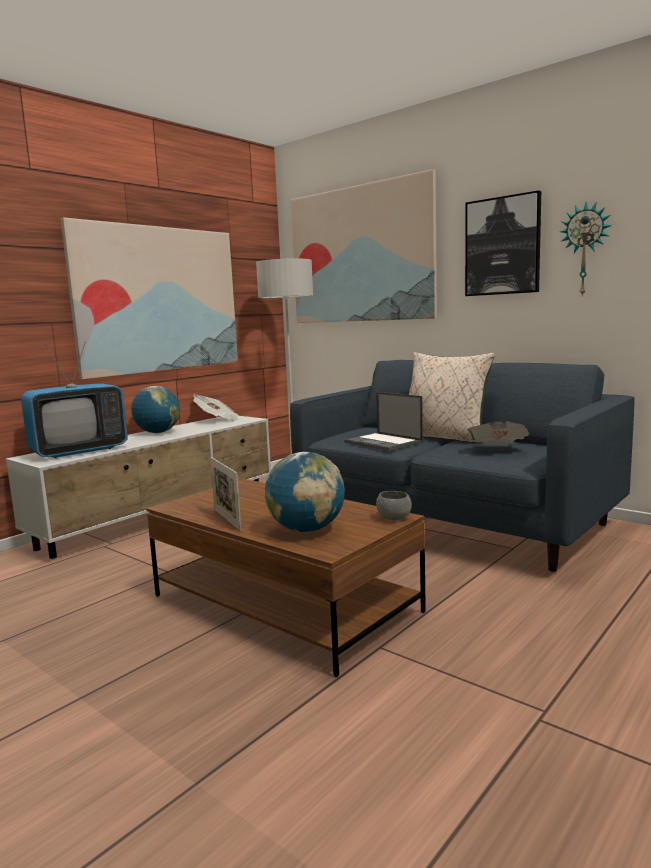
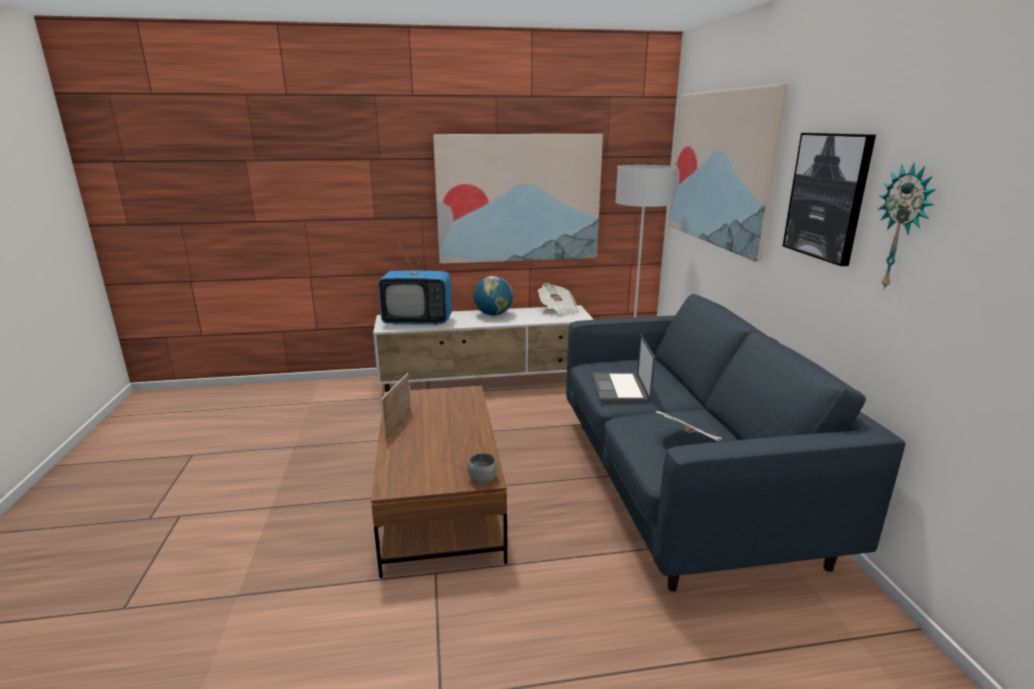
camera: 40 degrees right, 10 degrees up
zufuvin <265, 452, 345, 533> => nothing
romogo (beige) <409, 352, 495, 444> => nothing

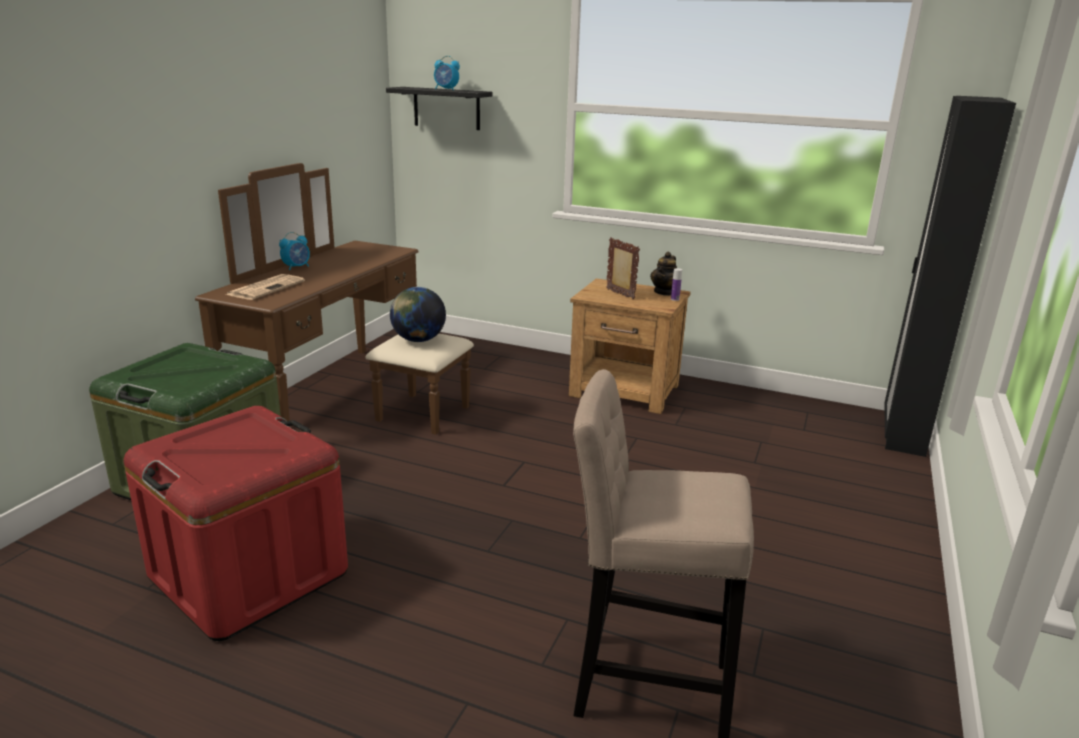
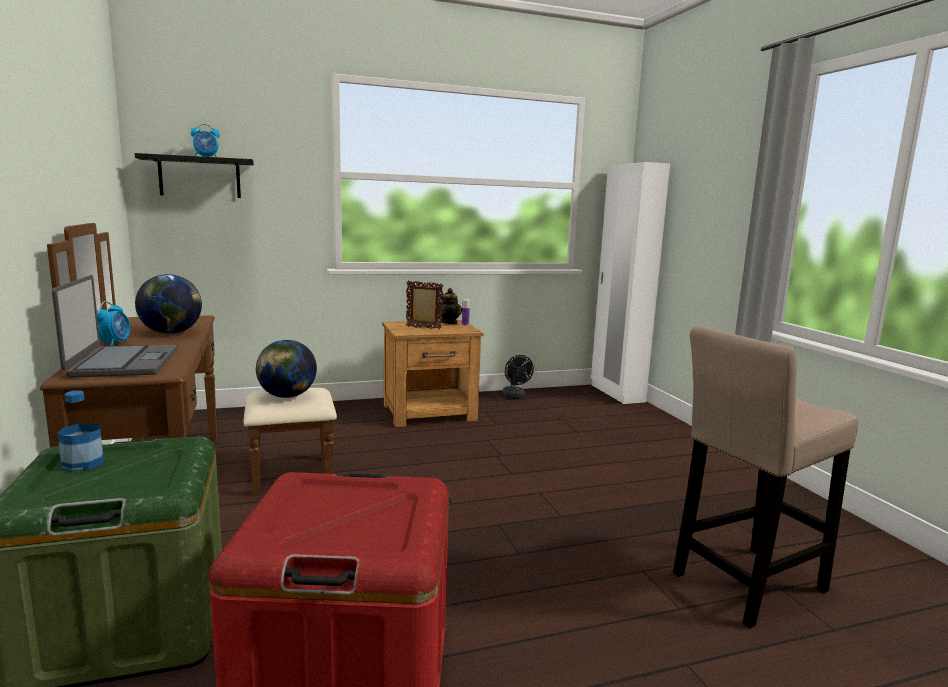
camera: 40 degrees left, 10 degrees down
nothing => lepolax <57, 391, 104, 472>
nothing => zufuvin <135, 274, 202, 334>
nothing => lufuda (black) <502, 355, 534, 398>
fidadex <225, 274, 305, 300> => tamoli <52, 275, 177, 378>
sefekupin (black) <885, 96, 1016, 457> => sefekupin (white) <591, 162, 670, 404>

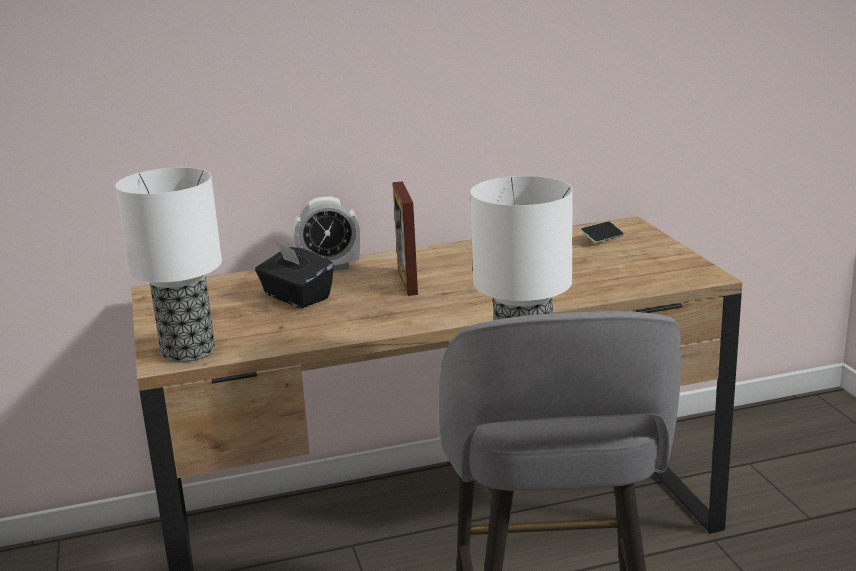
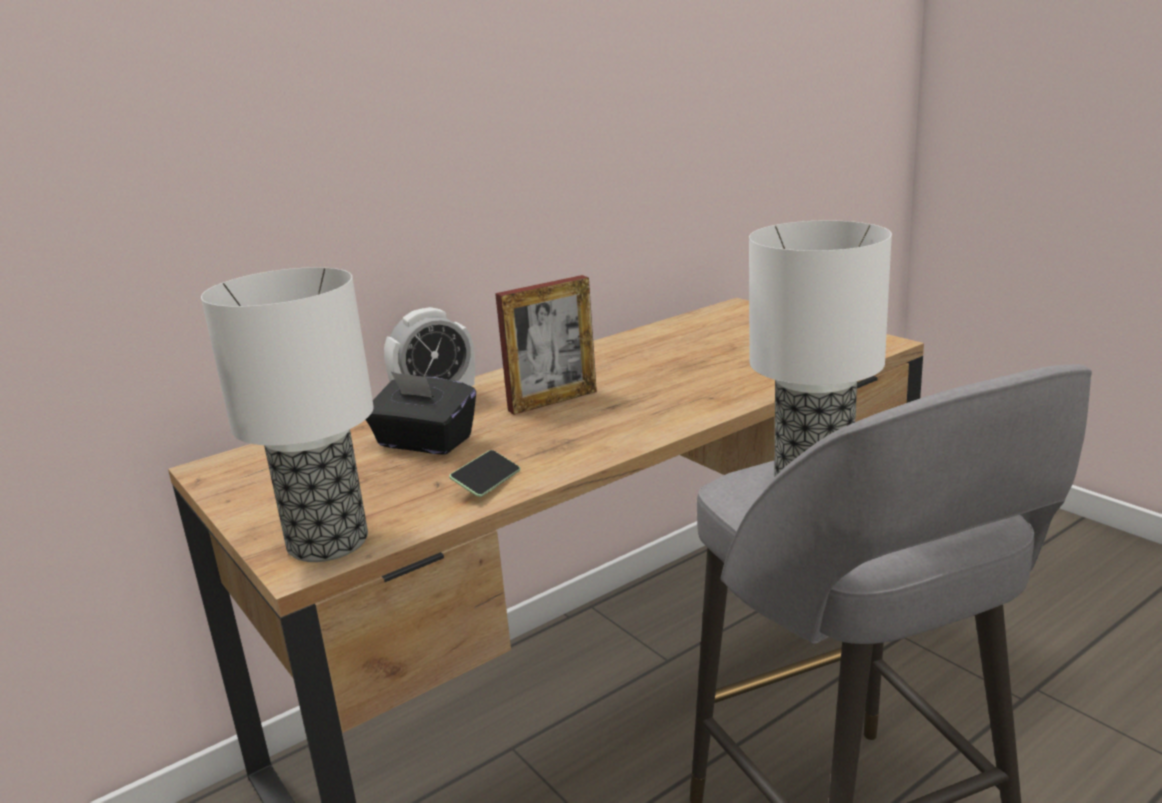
camera: 20 degrees left, 0 degrees up
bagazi <580, 221, 624, 243> => bagazi <449, 450, 521, 497>, moved
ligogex <393, 181, 418, 296> => ligogex <495, 275, 597, 415>, 90 degrees counterclockwise

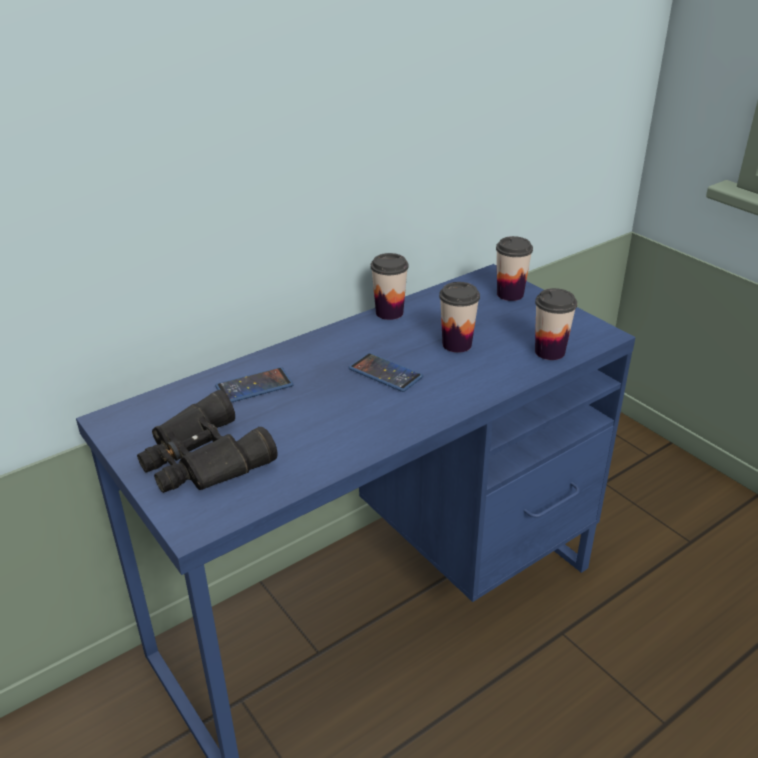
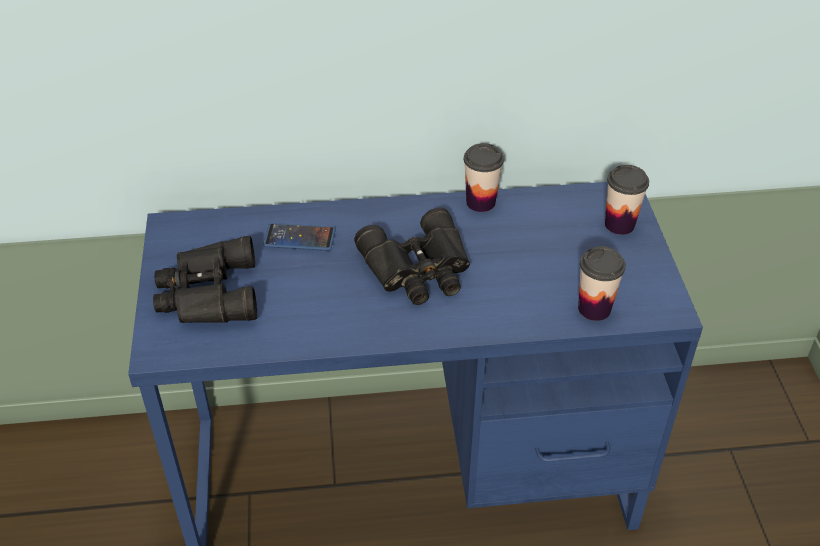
camera: 30 degrees right, 10 degrees up
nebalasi <439, 282, 480, 353> => nothing
bagazi <348, 353, 423, 392> => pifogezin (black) <354, 207, 470, 305>

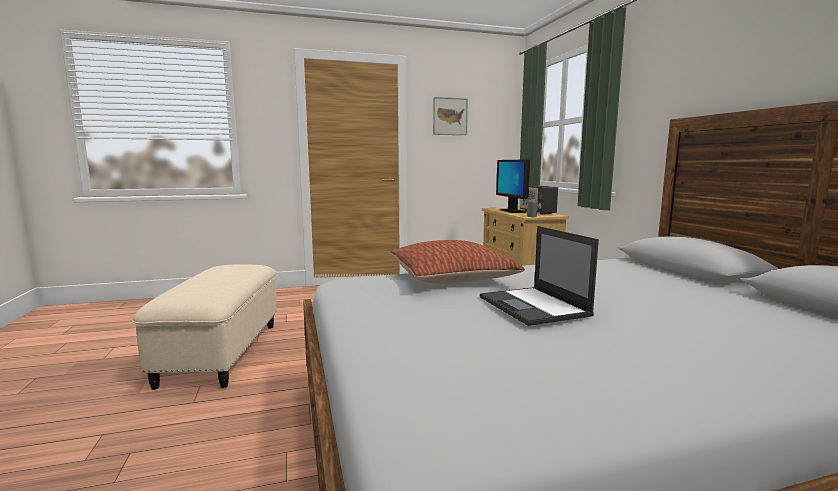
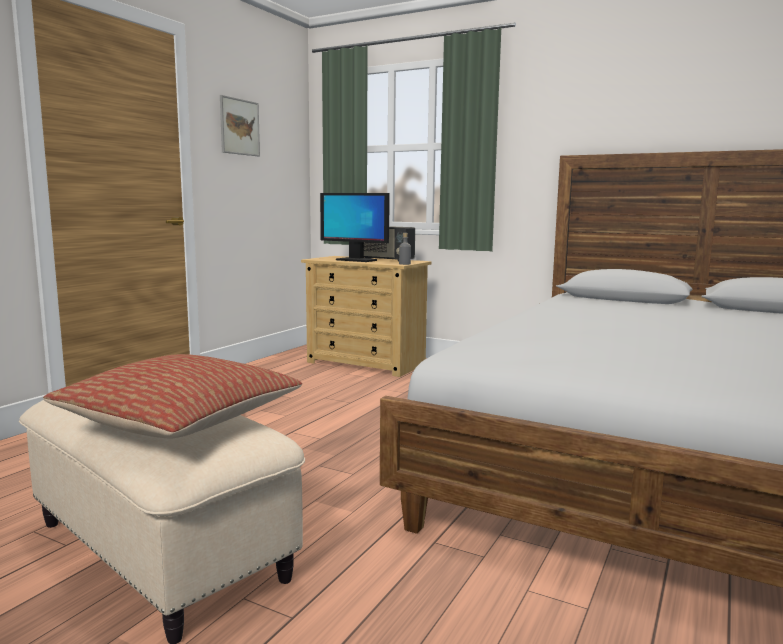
camera: 45 degrees left, 0 degrees up
tamoli <480, 226, 599, 326> => nothing
romogo <390, 240, 525, 284> => romogo <43, 354, 302, 439>, moved

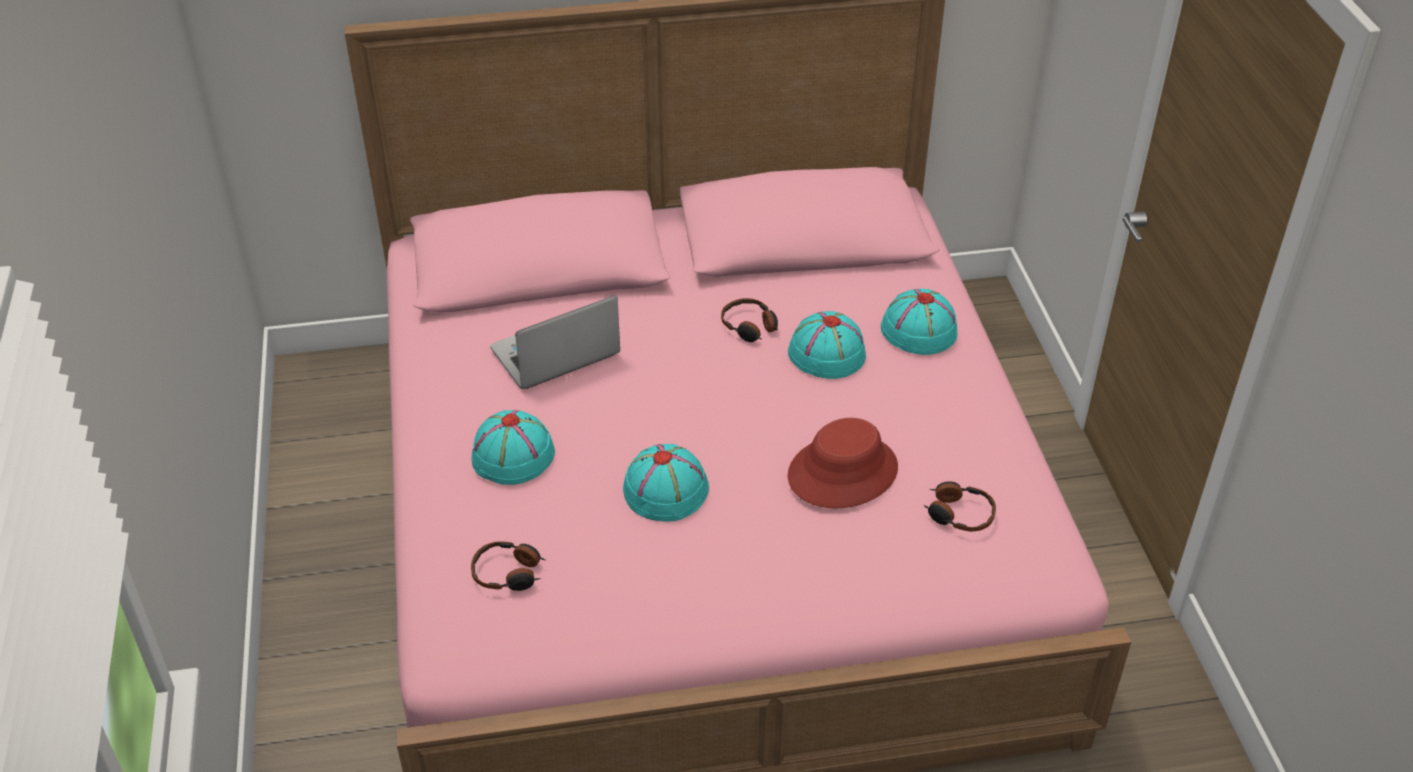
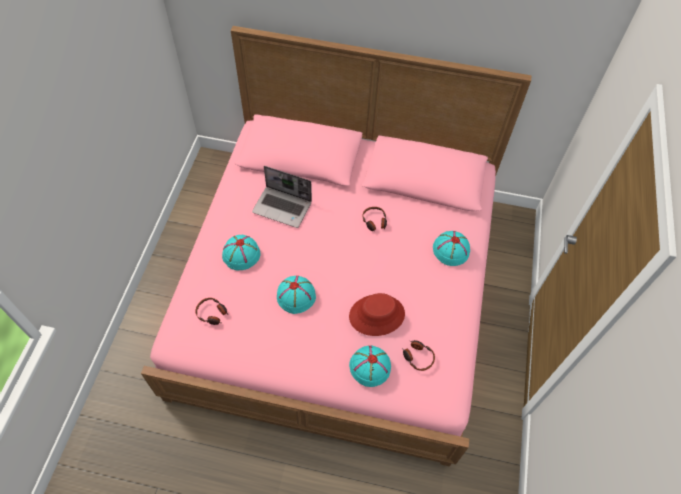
camera: 20 degrees right, 15 degrees up
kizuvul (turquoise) <788, 311, 866, 379> => kizuvul (turquoise) <349, 346, 391, 387>, moved
tamoli <490, 296, 620, 389> => tamoli <252, 166, 312, 228>, 150 degrees counterclockwise

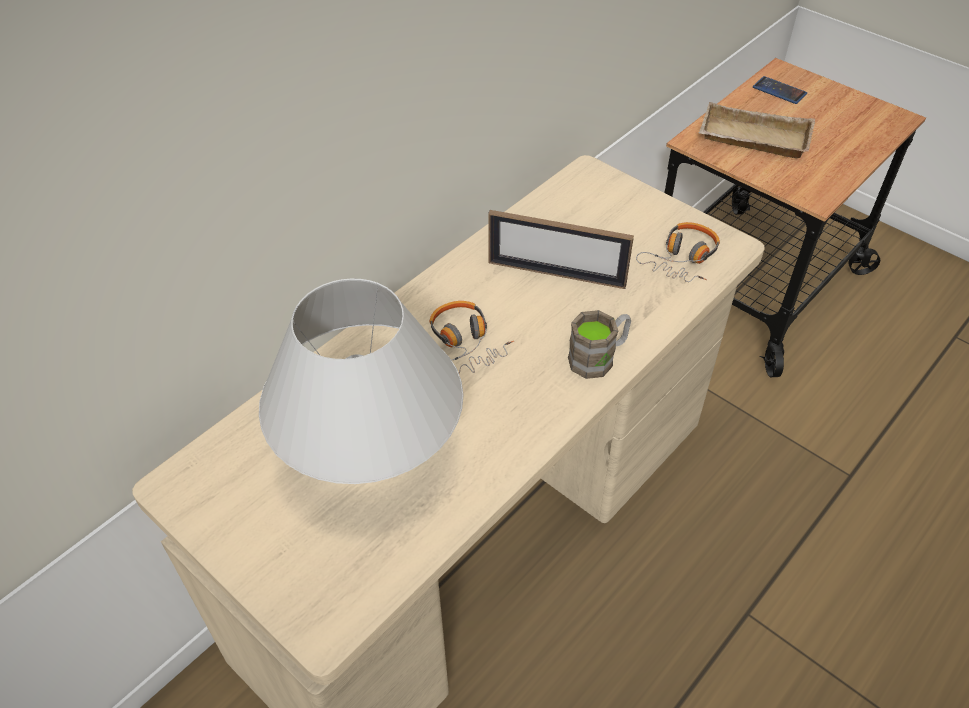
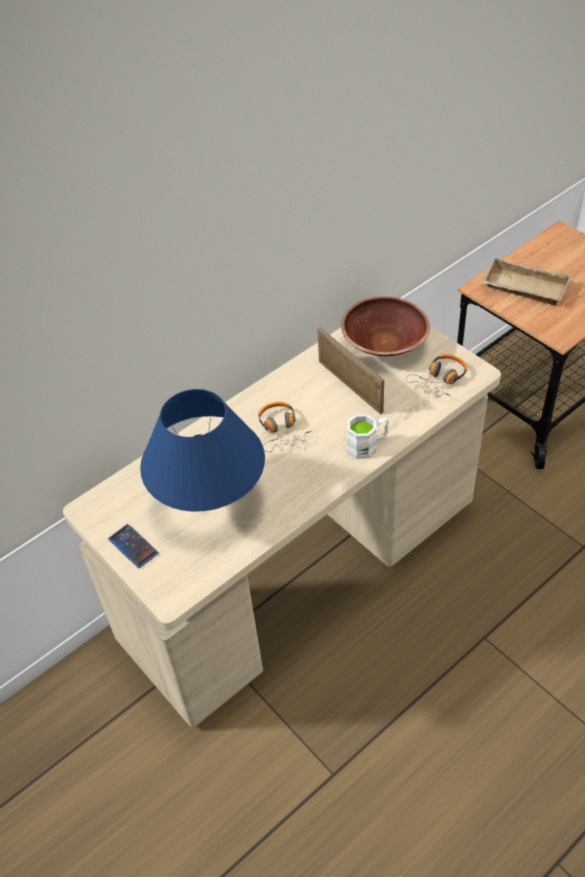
camera: 10 degrees right, 0 degrees up
nothing => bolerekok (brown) <341, 296, 430, 356>
bagazi <753, 76, 807, 104> => bagazi <108, 524, 158, 568>, moved
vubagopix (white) <259, 278, 463, 484> => vubagopix (blue) <140, 389, 265, 512>
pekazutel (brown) <568, 310, 631, 379> => pekazutel (white) <347, 414, 389, 459>
ligogex <488, 210, 634, 289> => ligogex <318, 328, 384, 414>, 150 degrees counterclockwise

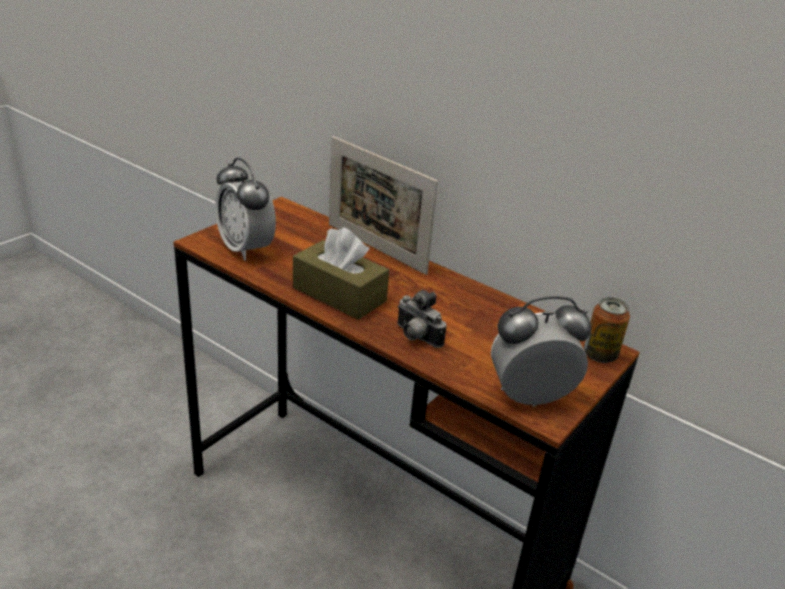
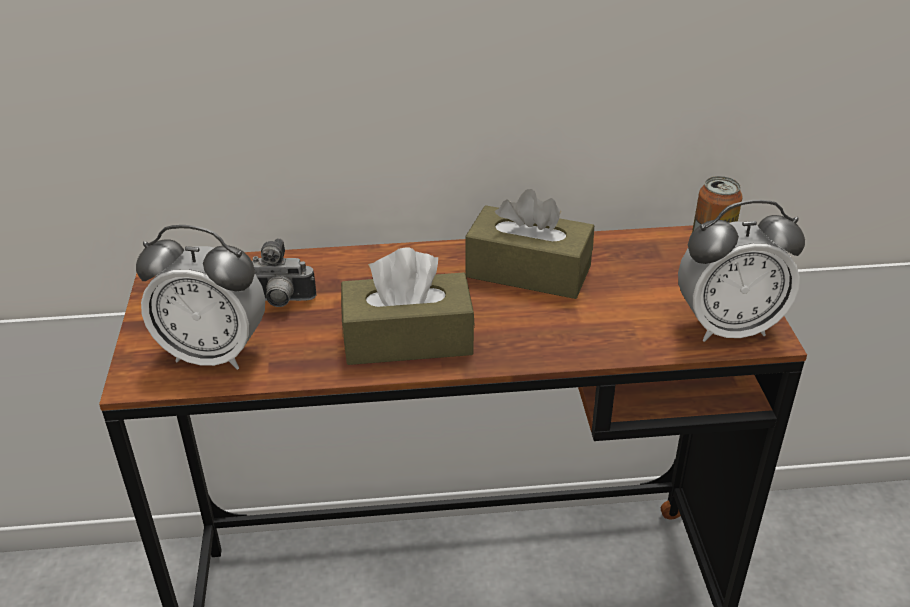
camera: 40 degrees left, 5 degrees up
ligogex <329, 136, 438, 275> => nothing
nothing => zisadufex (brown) <465, 189, 594, 299>
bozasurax <397, 290, 447, 348> => bozasurax <252, 238, 316, 307>, moved
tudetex <491, 296, 591, 407> => tudetex <678, 200, 805, 342>, 135 degrees counterclockwise

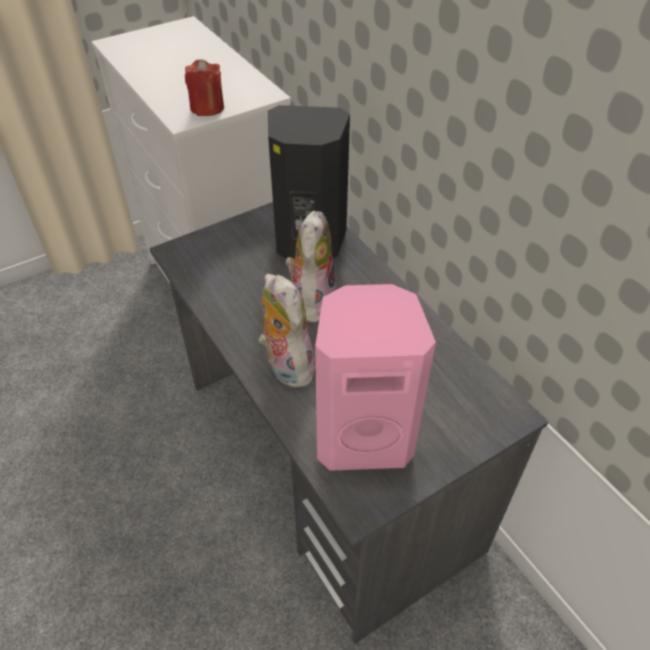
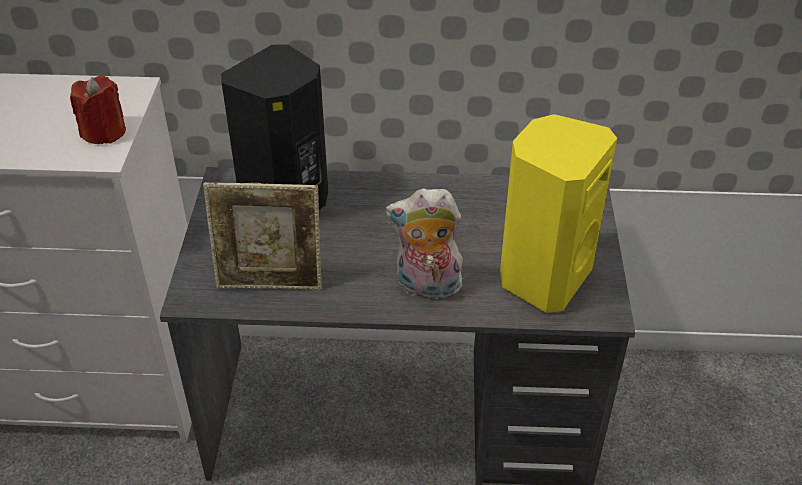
camera: 55 degrees left, 5 degrees down
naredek <285, 211, 336, 322> => nothing
nothing => ligogex <203, 182, 322, 290>
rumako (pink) <315, 284, 436, 471> => rumako (yellow) <500, 114, 617, 313>

